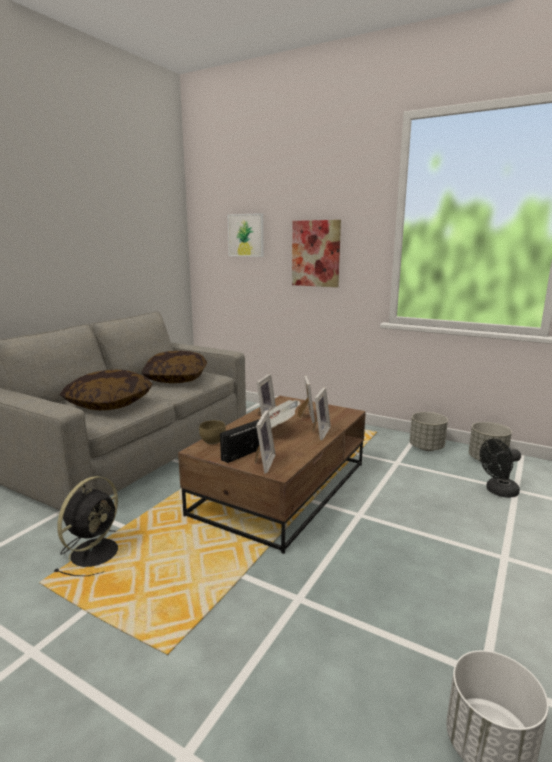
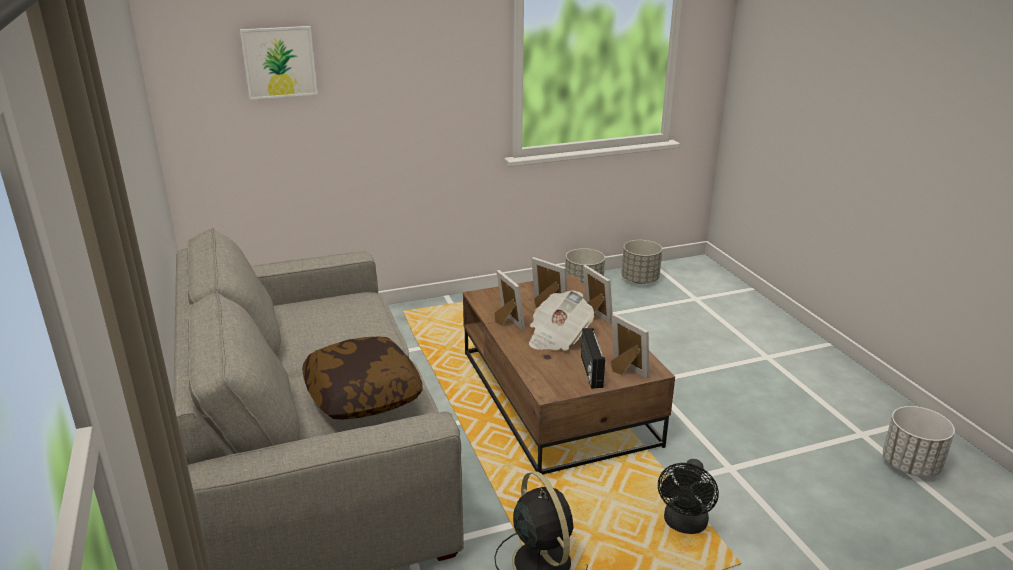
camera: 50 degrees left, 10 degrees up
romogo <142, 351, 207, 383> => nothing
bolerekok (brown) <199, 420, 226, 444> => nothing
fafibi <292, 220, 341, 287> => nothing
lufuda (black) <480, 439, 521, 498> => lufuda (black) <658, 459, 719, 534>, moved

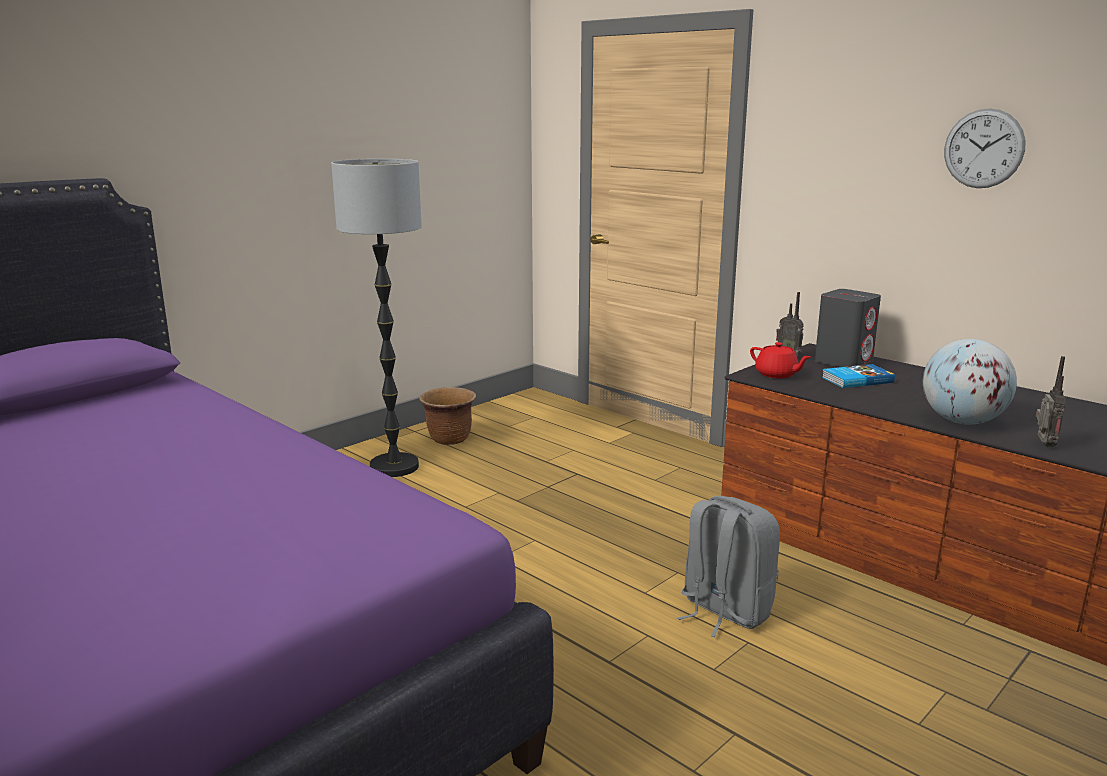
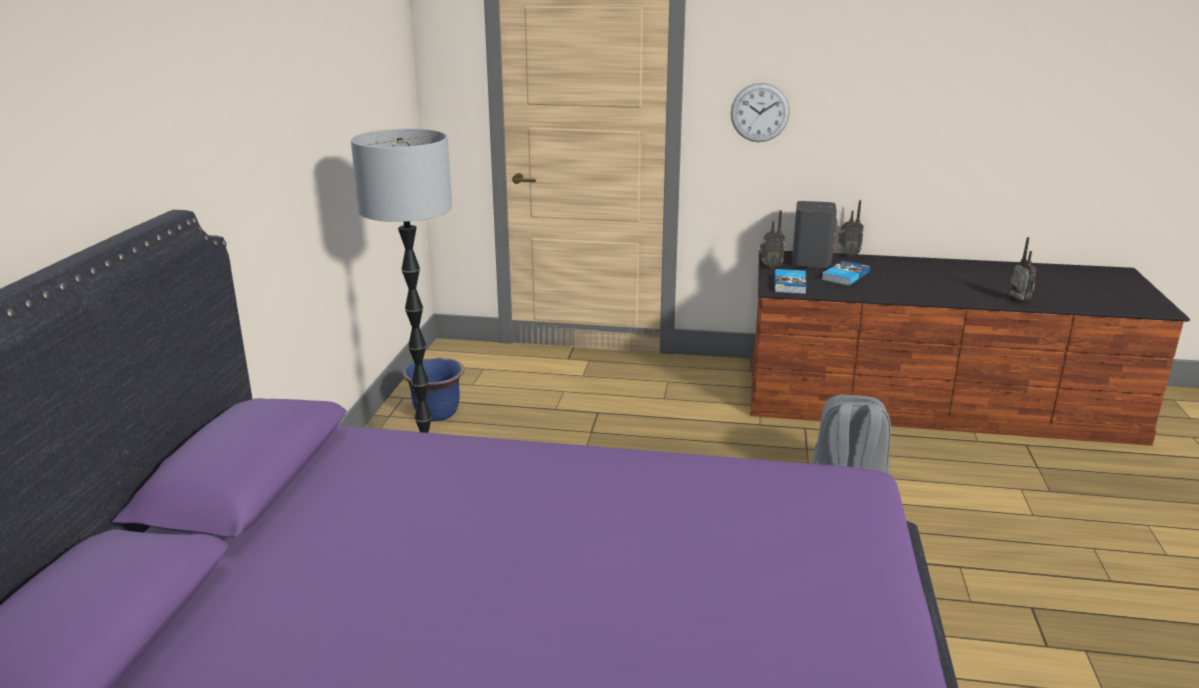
camera: 35 degrees left, 5 degrees up
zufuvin <923, 339, 1017, 425> => nothing
nothing => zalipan <838, 200, 864, 256>
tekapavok <944, 108, 1026, 188> => tekapavok <731, 83, 790, 142>, moved
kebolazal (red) <750, 342, 811, 379> => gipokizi <774, 269, 807, 294>
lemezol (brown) <419, 387, 476, 445> => lemezol (blue) <403, 358, 465, 421>

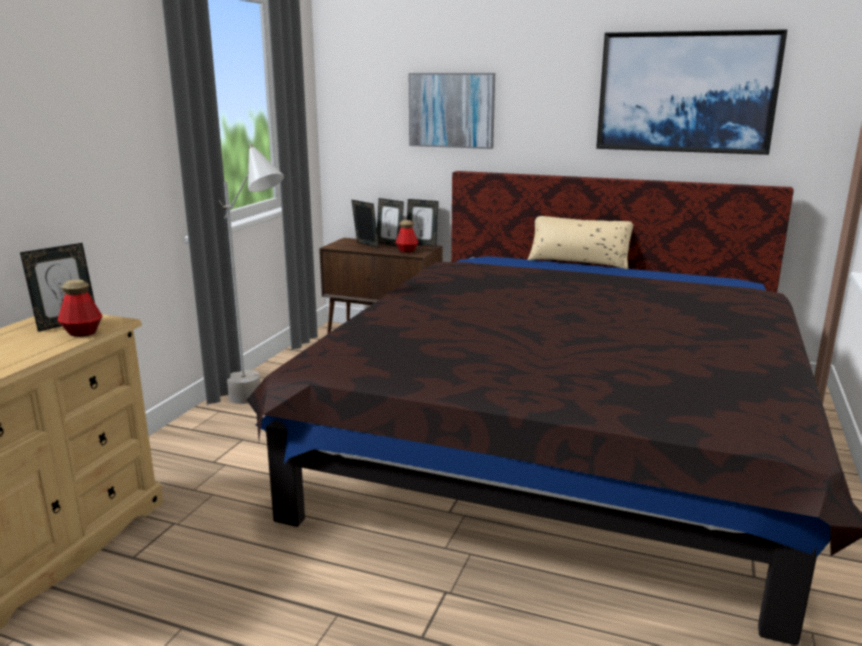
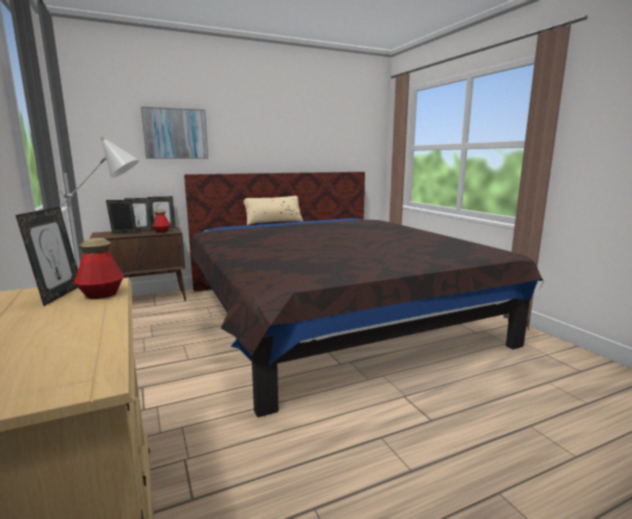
camera: 45 degrees left, 5 degrees down
fafibi <596, 29, 787, 155> => nothing

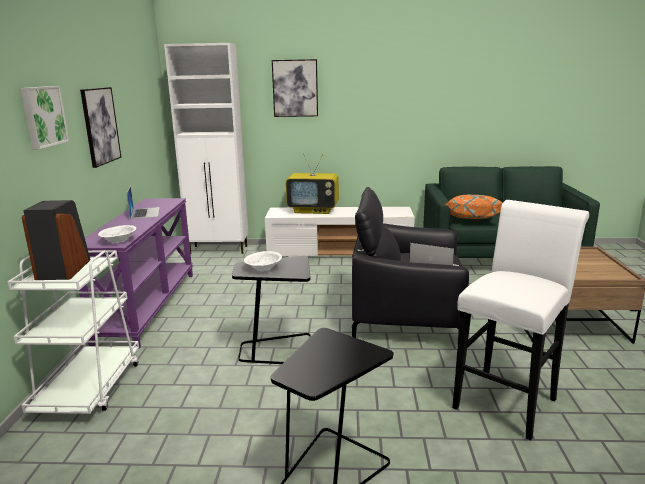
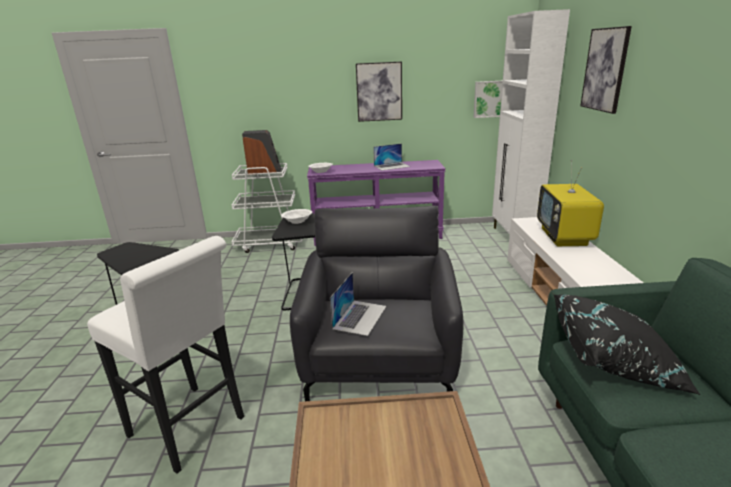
camera: 85 degrees right, 5 degrees up
fafibi <20, 86, 69, 149> => fafibi <473, 81, 503, 118>, moved
romogo (orange) <445, 195, 503, 219> => romogo (black) <554, 294, 700, 395>

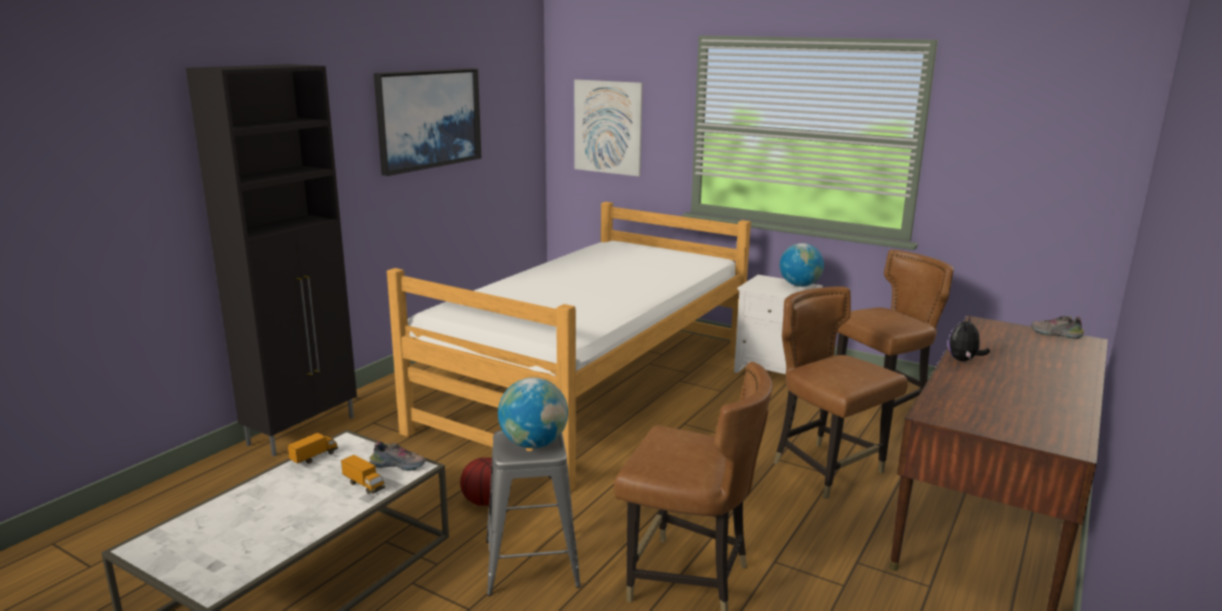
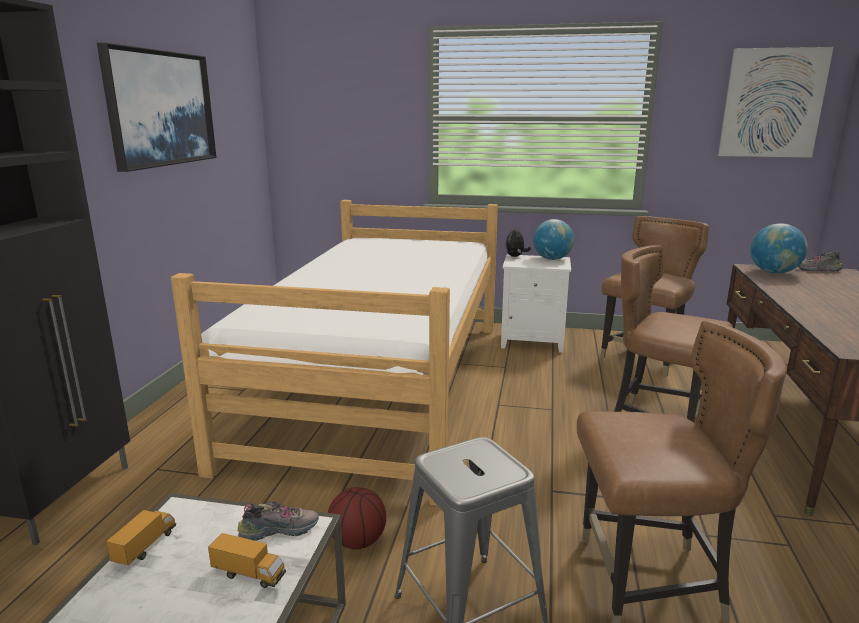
camera: 20 degrees left, 0 degrees up
zufuvin <498, 378, 568, 448> => zufuvin <750, 223, 808, 274>, moved
fafibi <574, 79, 643, 176> => fafibi <718, 47, 834, 157>, moved
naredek <949, 316, 990, 361> => naredek <505, 229, 531, 257>, moved

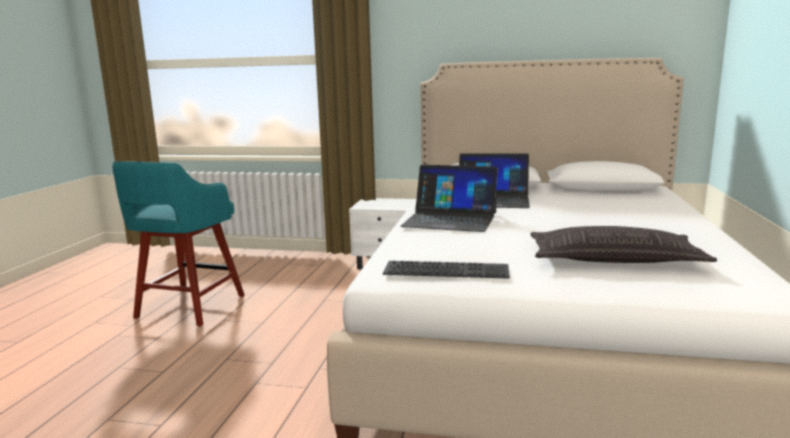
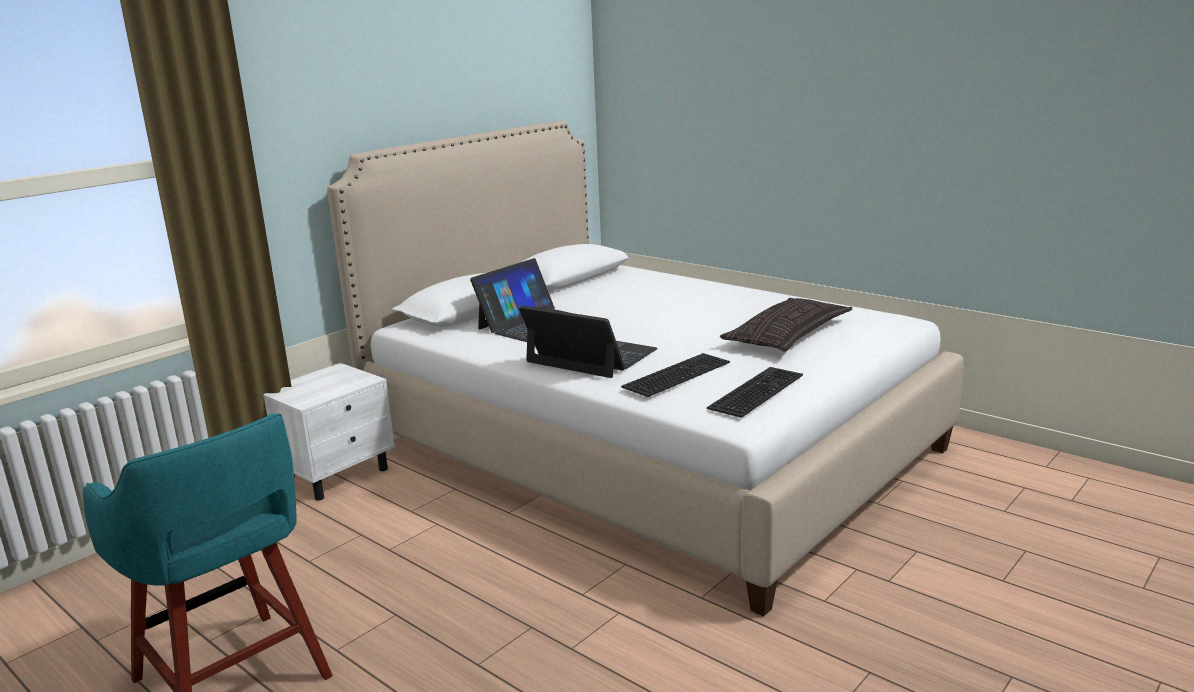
camera: 60 degrees left, 5 degrees up
nothing => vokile <621, 353, 730, 397>
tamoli <400, 165, 498, 232> => tamoli <519, 306, 658, 378>, 105 degrees counterclockwise

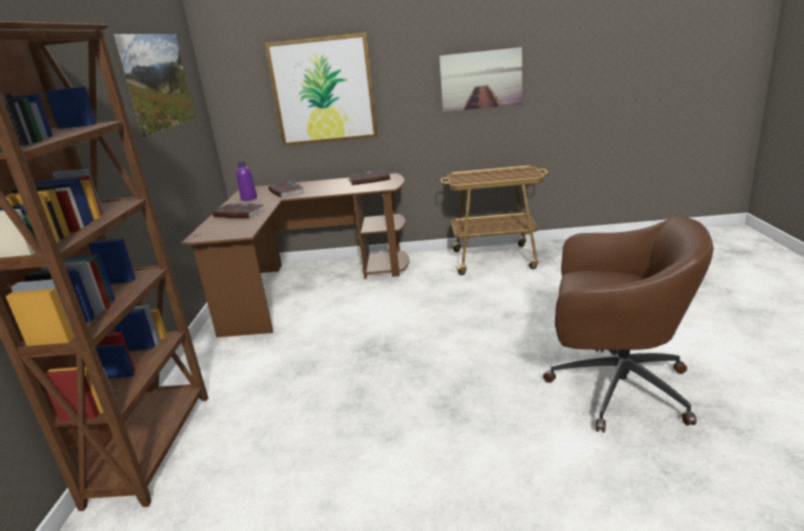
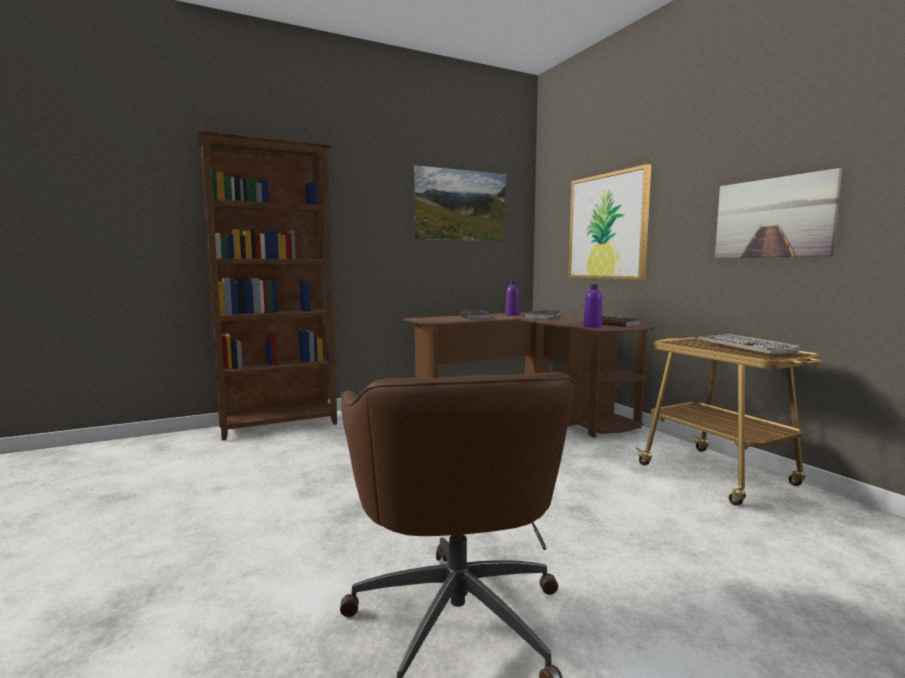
camera: 60 degrees right, 15 degrees down
nothing => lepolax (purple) <583, 284, 602, 327>
nothing => vokile <697, 334, 800, 354>

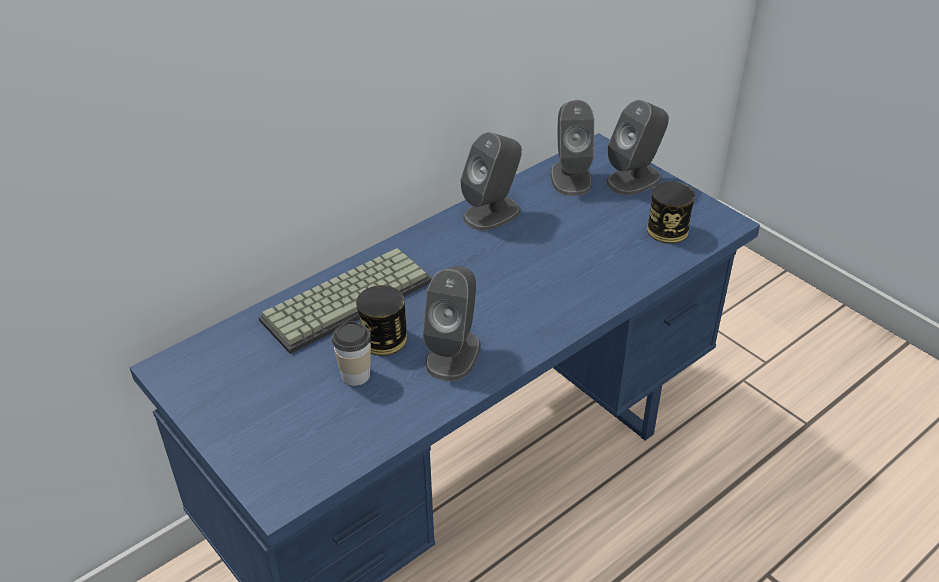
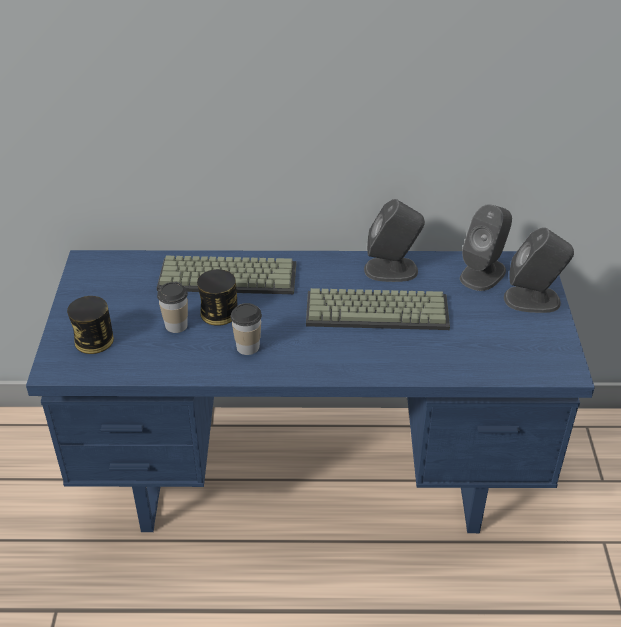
camera: 40 degrees right, 0 degrees up
nothing => vokile <306, 288, 450, 330>
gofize <647, 182, 695, 243> => gofize <67, 296, 114, 354>, moved
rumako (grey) <423, 266, 481, 381> => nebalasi <231, 303, 262, 355>

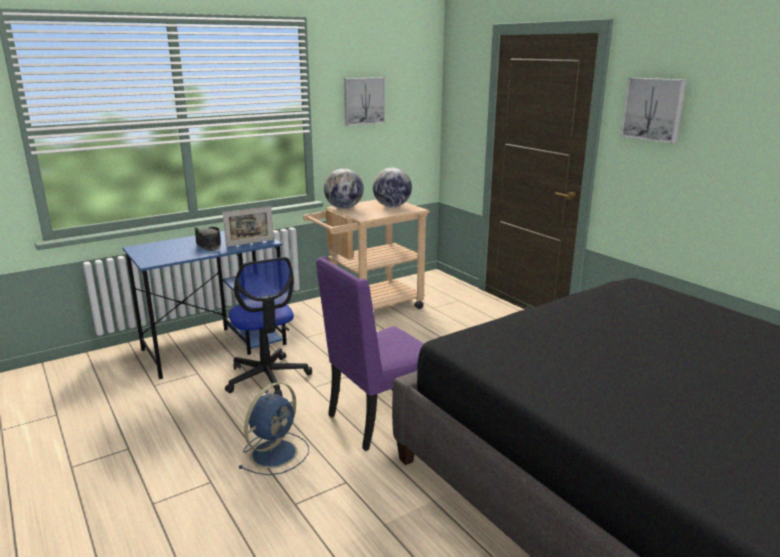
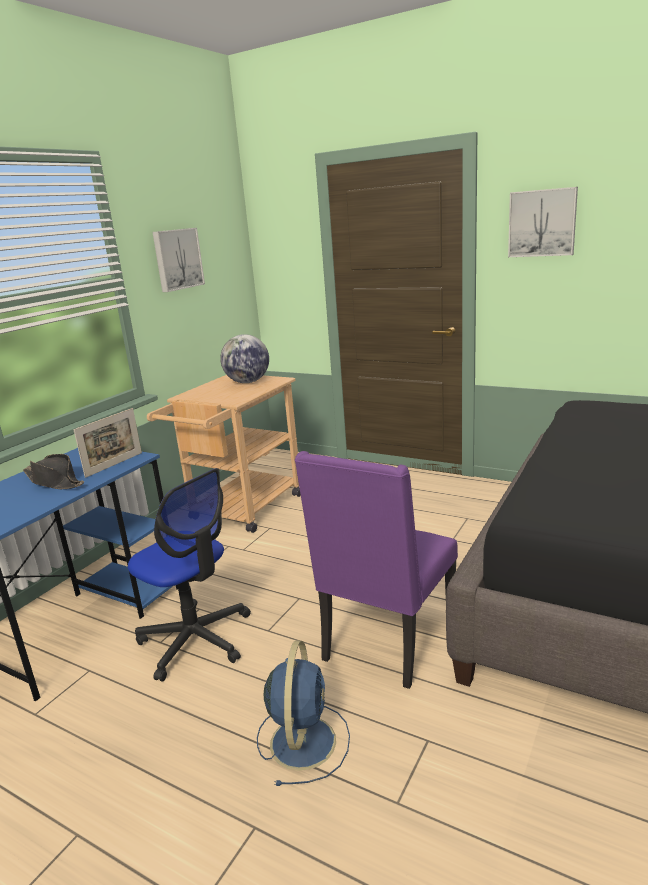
camera: 25 degrees left, 0 degrees up
zufuvin <324, 169, 363, 209> => nothing

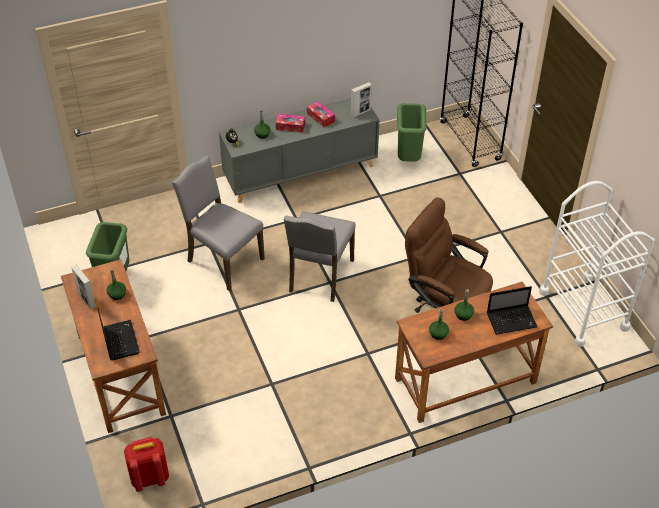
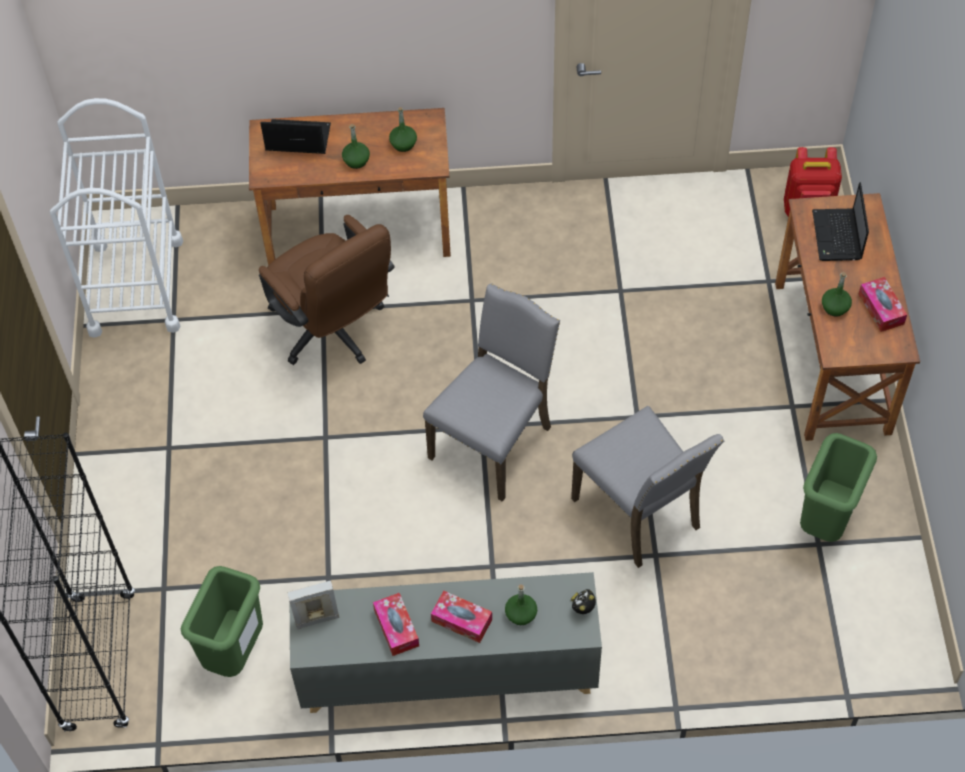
camera: 160 degrees left, 10 degrees up
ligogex <72, 265, 96, 309> => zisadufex <859, 277, 907, 332>

